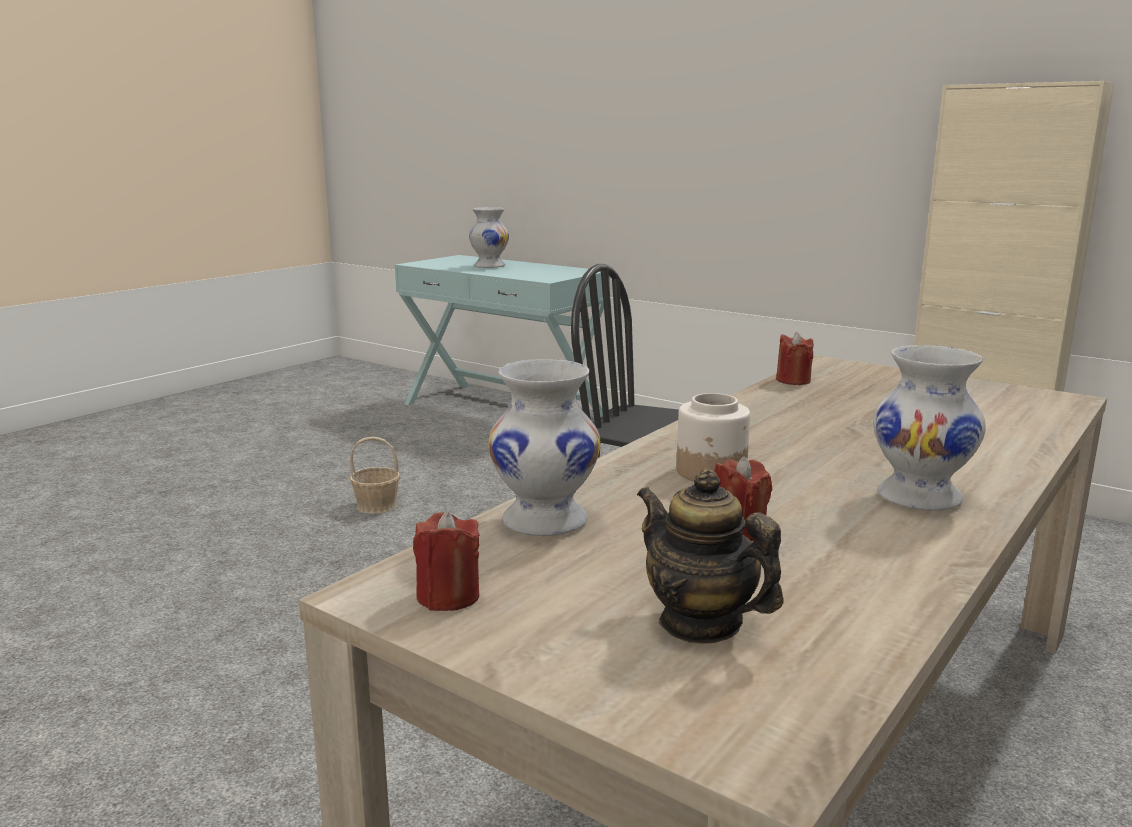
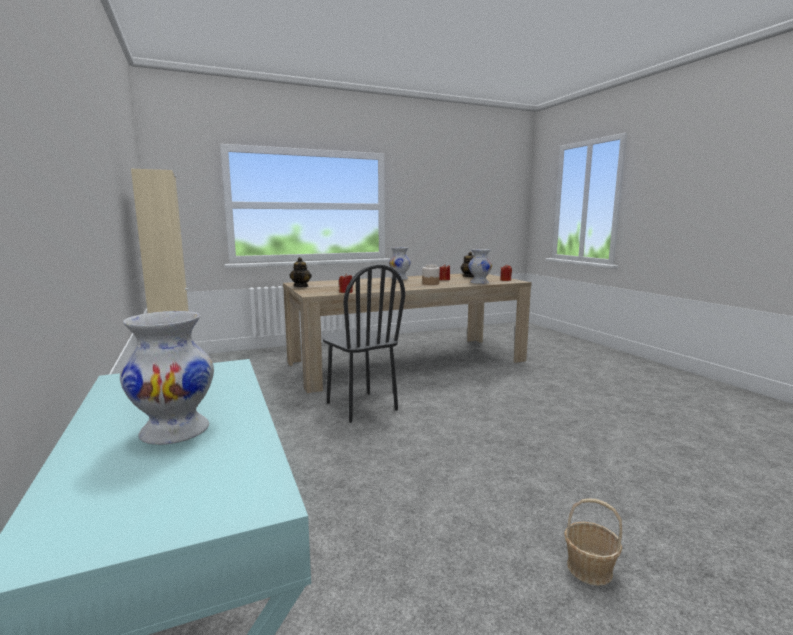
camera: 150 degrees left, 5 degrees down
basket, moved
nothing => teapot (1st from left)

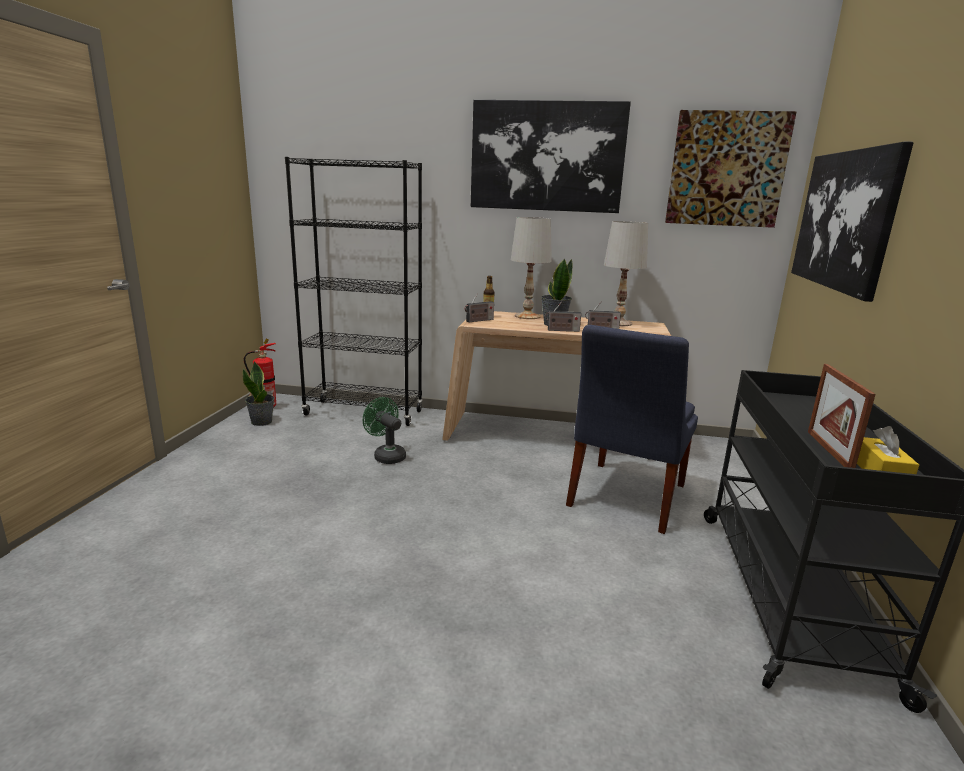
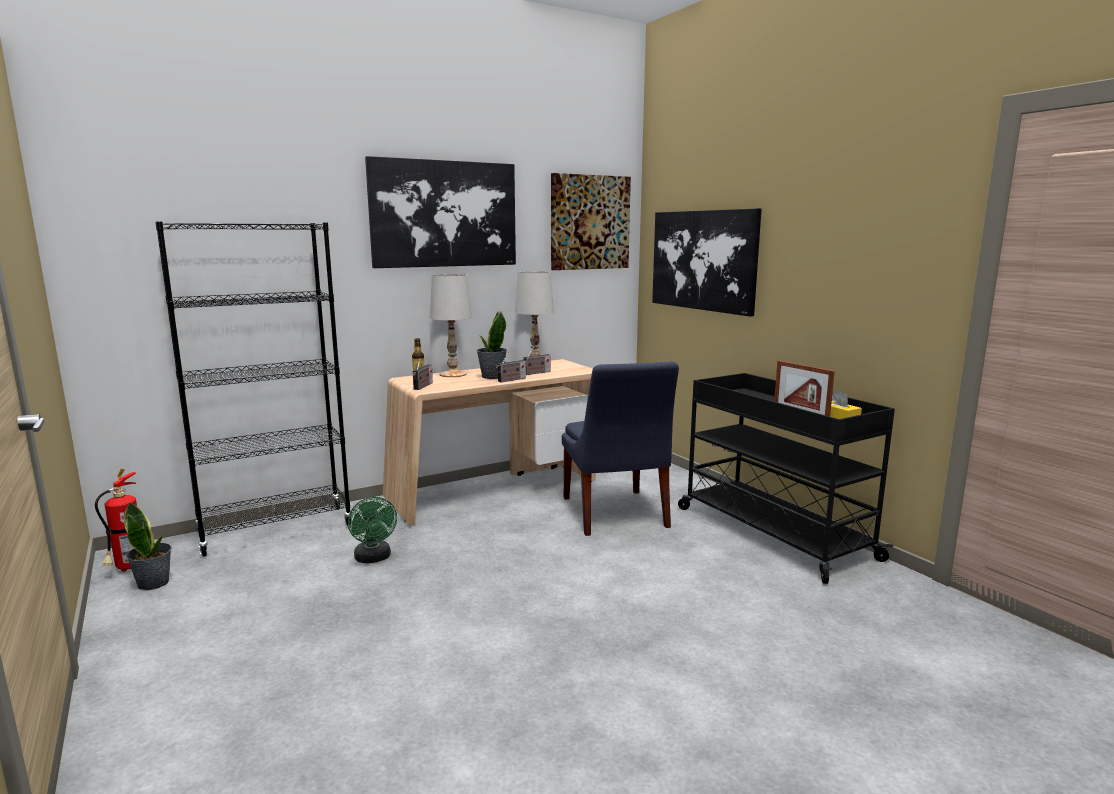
camera: 40 degrees left, 5 degrees down
fan in green, 120 degrees counterclockwise

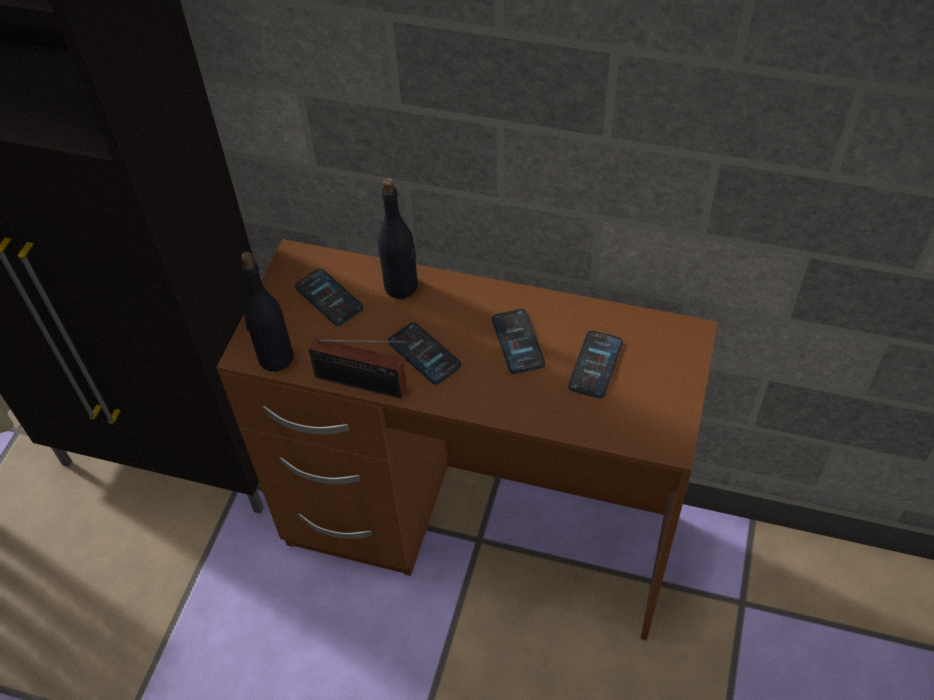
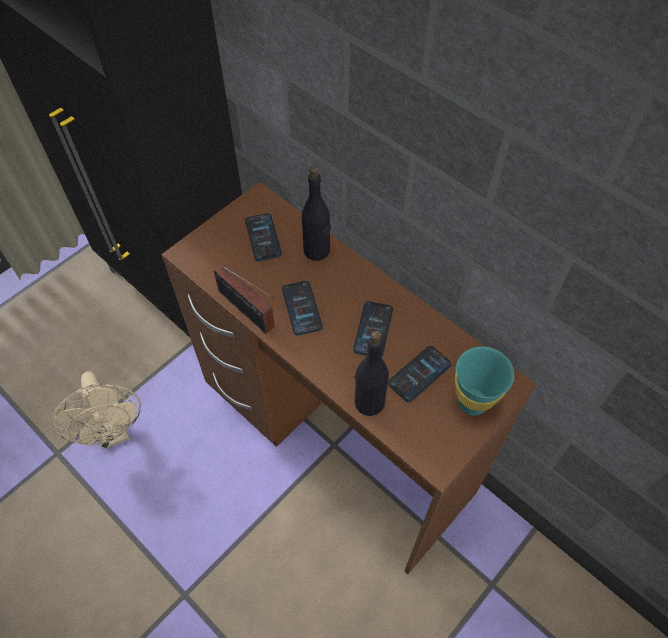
camera: 25 degrees right, 5 degrees up
bottle in black (1st from left in the first image) => bottle in black (2nd from left), moved
nothing => fan in beige
nothing => cup in turquoise

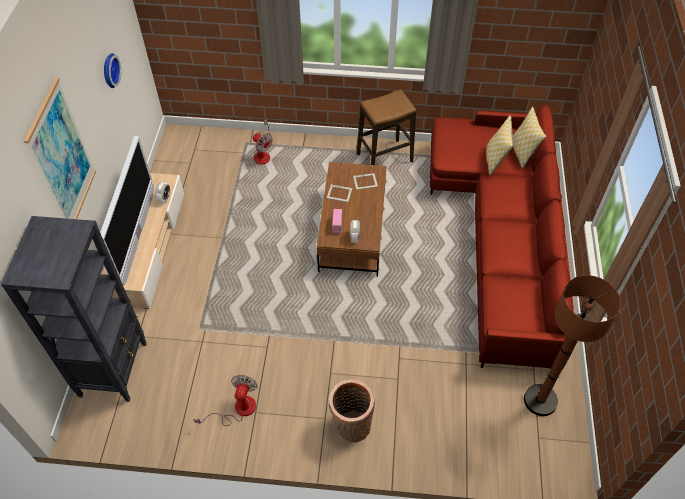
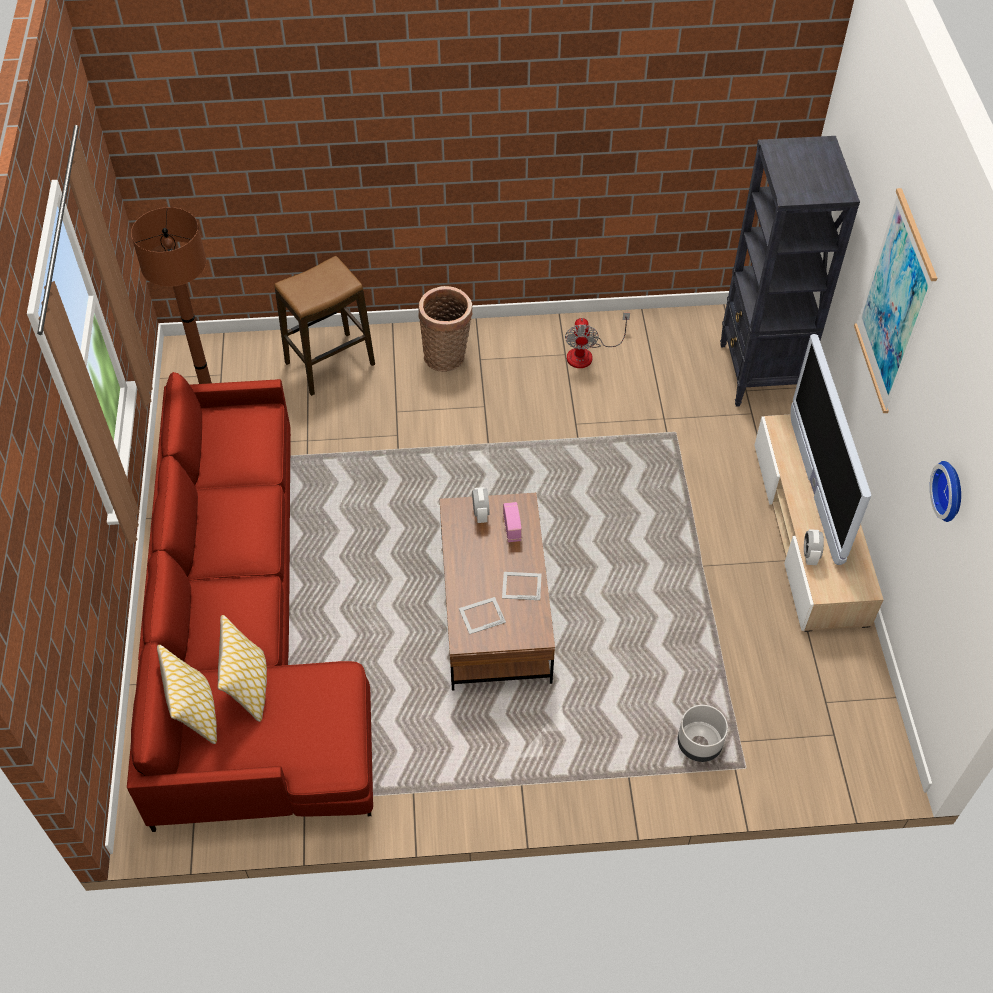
camera: 170 degrees right, 0 degrees up
fan (2nd from left) => planter in grey
stool, moved

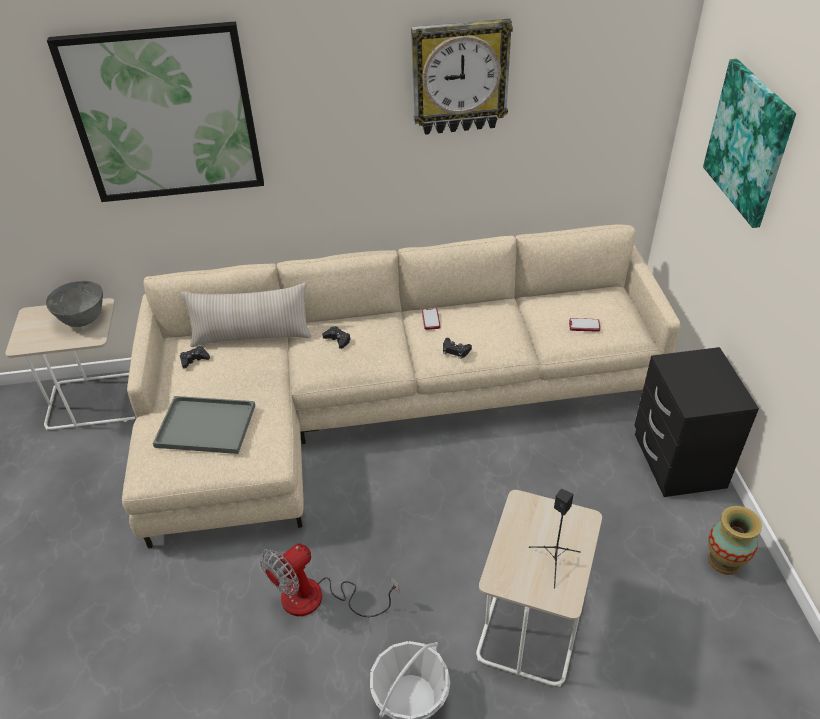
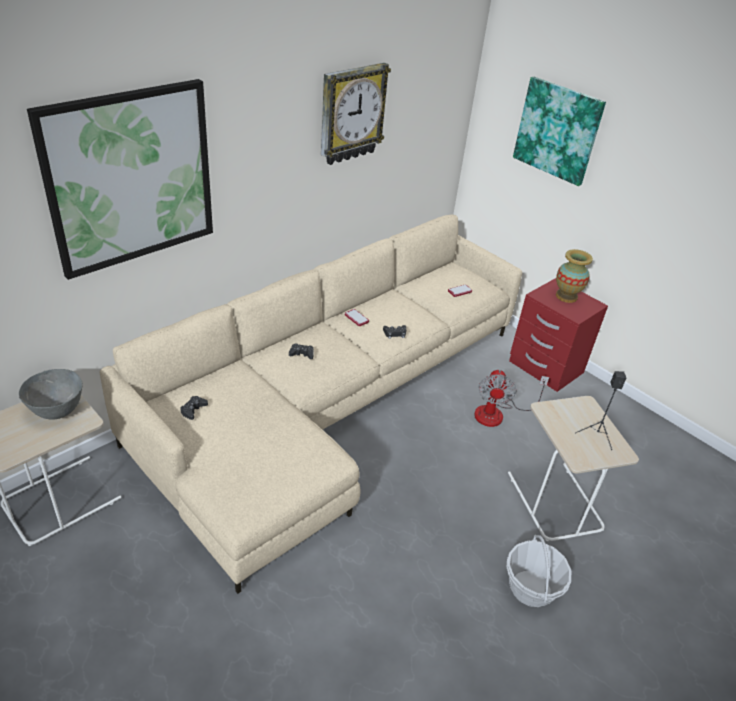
camera: 40 degrees left, 5 degrees down
tray in grey => nothing
pillow in beige => nothing
fan, moved
nightstand in black => nightstand in red
vase, moved

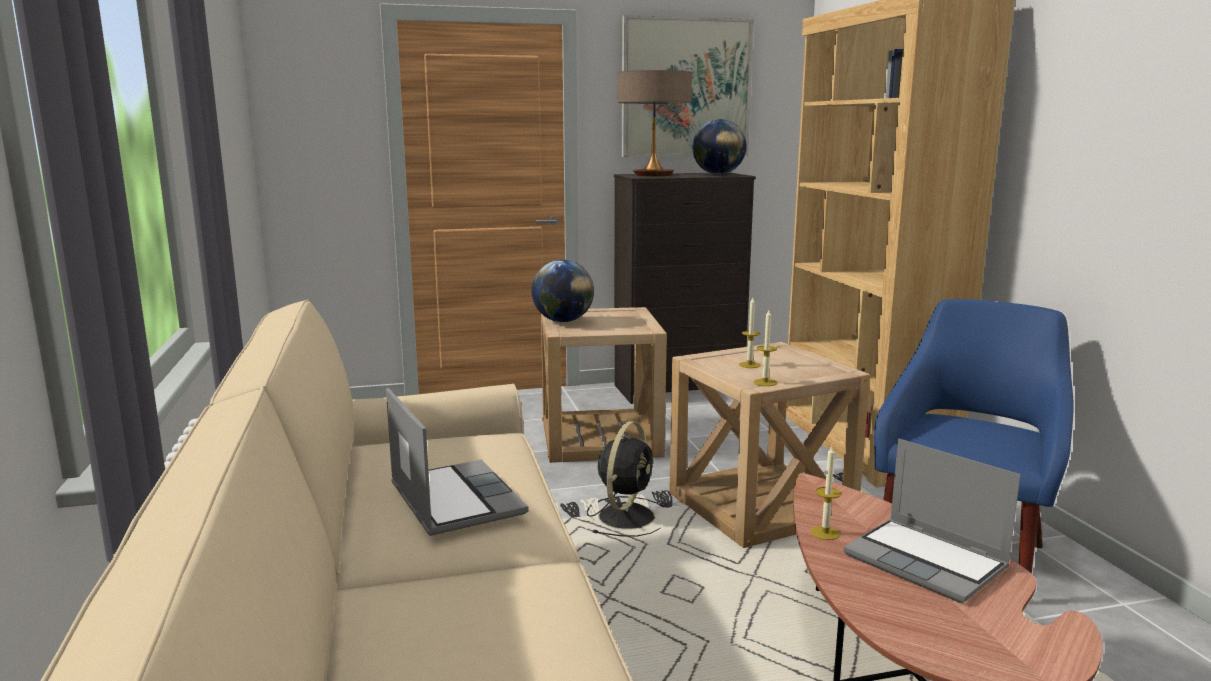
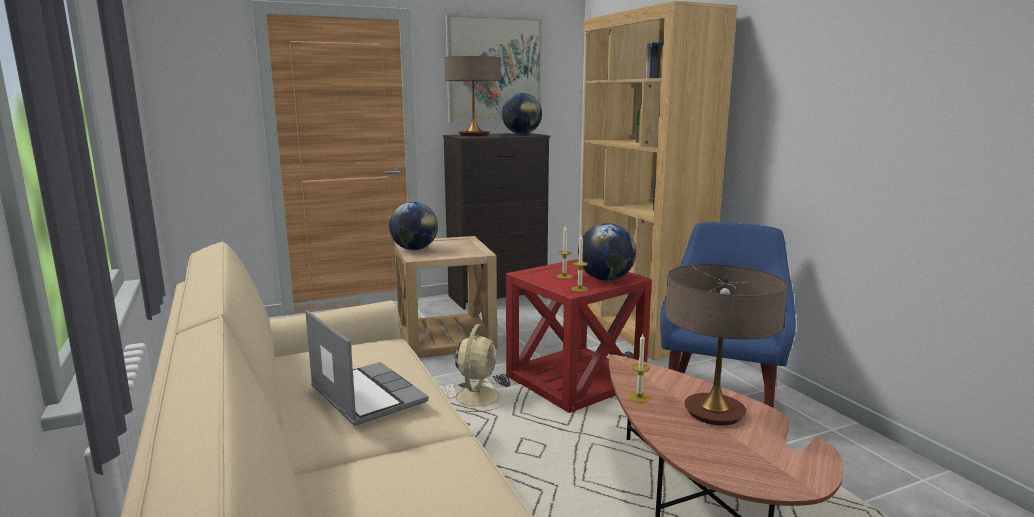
camera: 10 degrees left, 0 degrees up
fan in black => fan in beige
side table in beige (2nd from left) => side table in red
laptop (2nd from left) => table lamp (2nd from left)
nothing => globe (3rd from left)

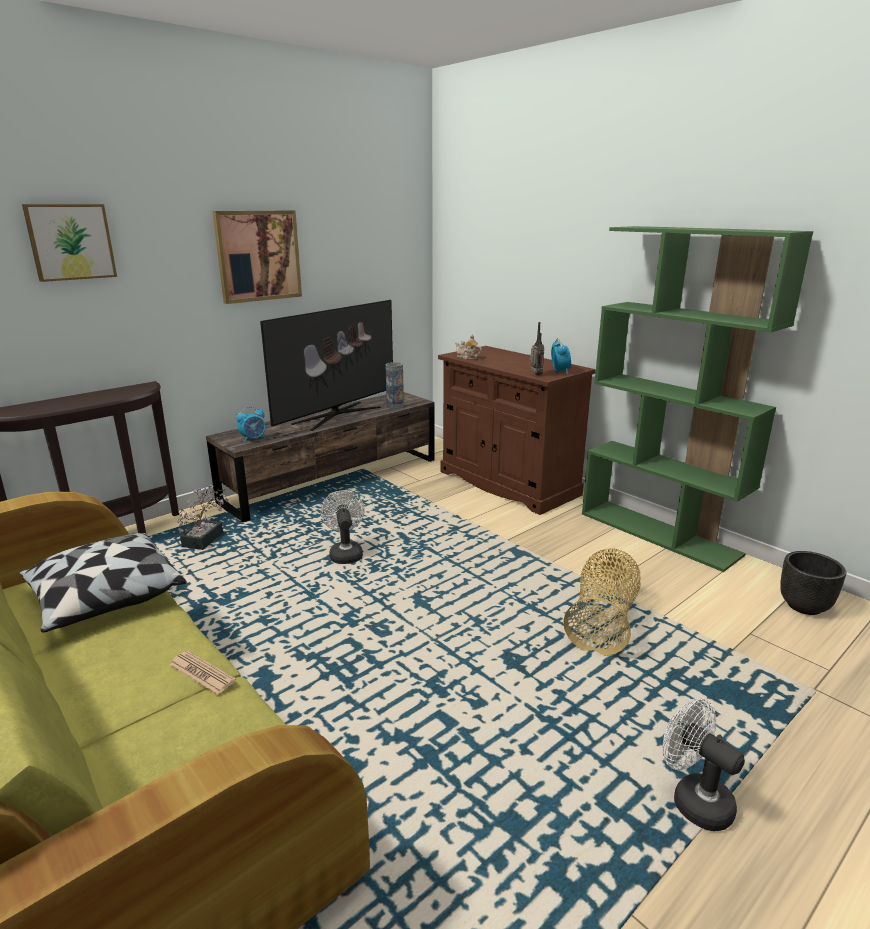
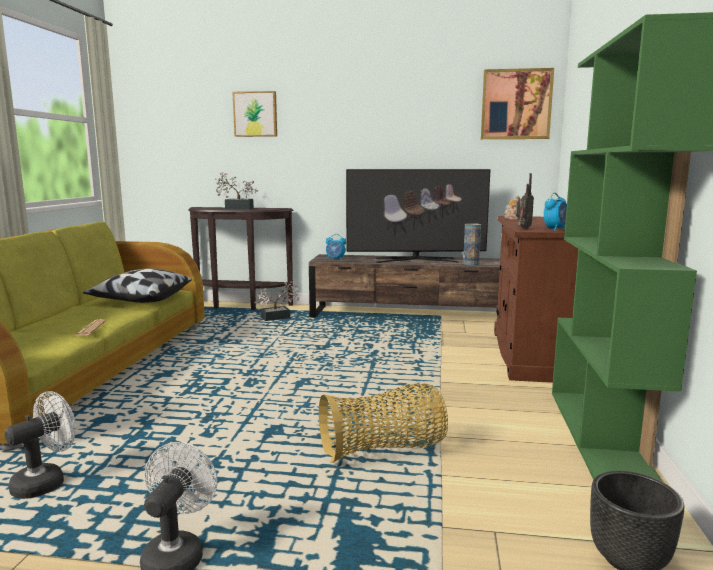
camera: 50 degrees right, 10 degrees down
picture (2nd from left), moved
fan in white (1st from left), moved
nothing => potted plant (1st from left)

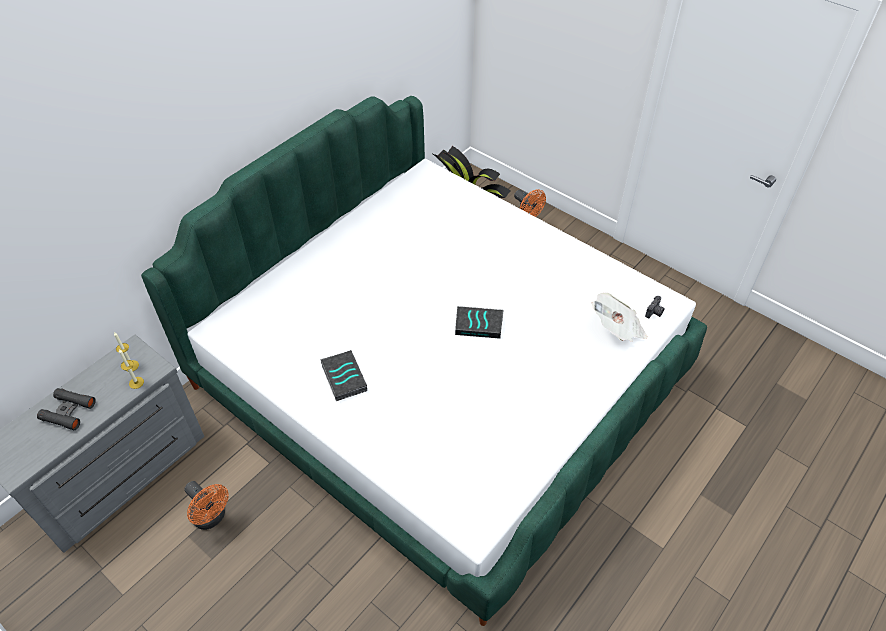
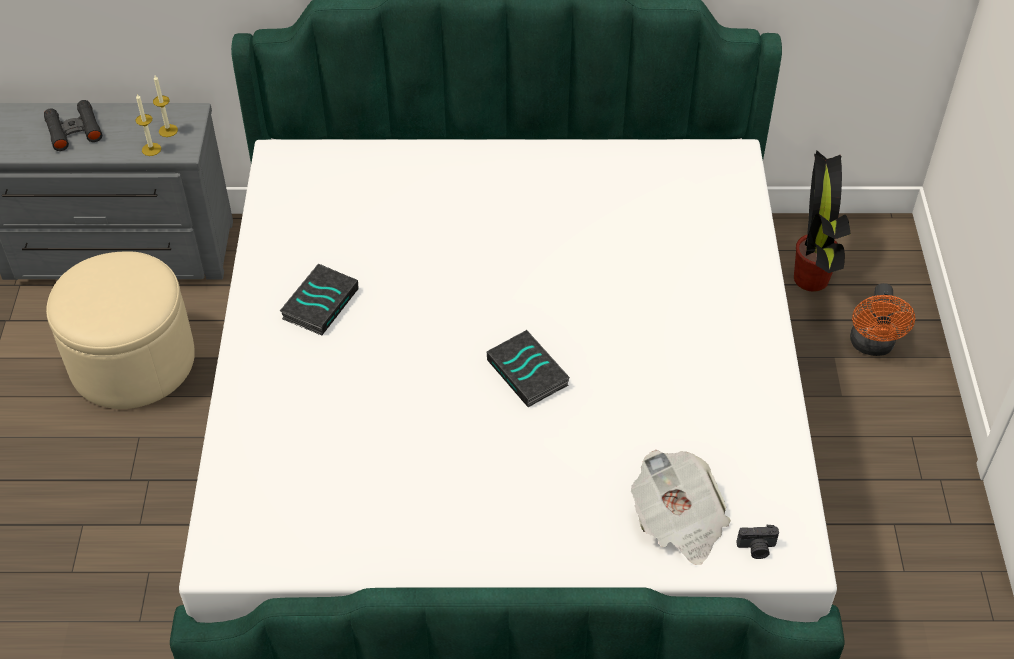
camera: 50 degrees right, 0 degrees up
fan in orange (1st from left) => ottoman in beige

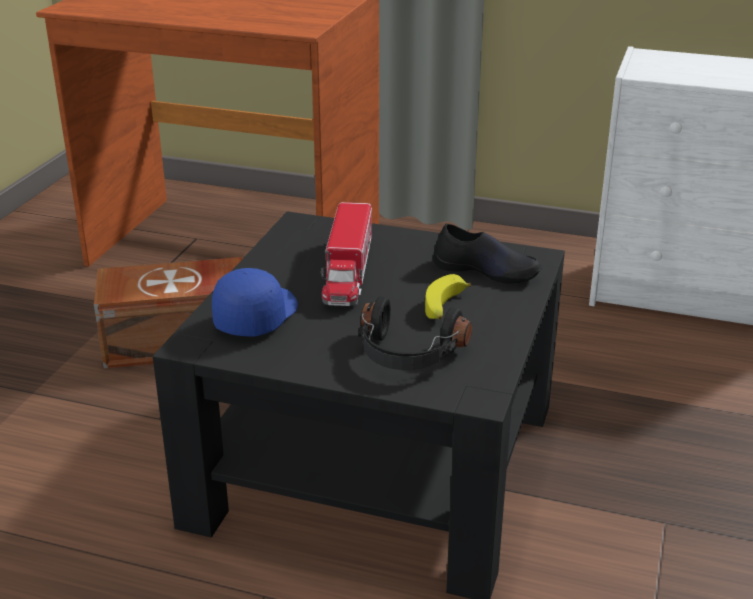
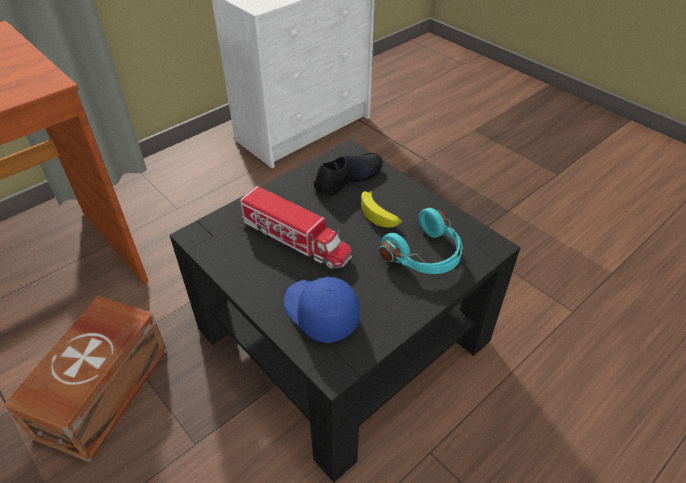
camera: 60 degrees left, 15 degrees up
headphones in black => headphones in turquoise

